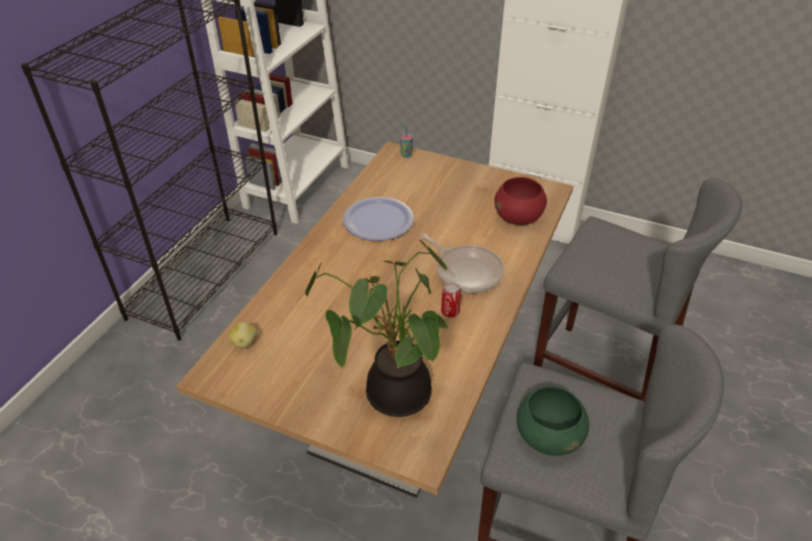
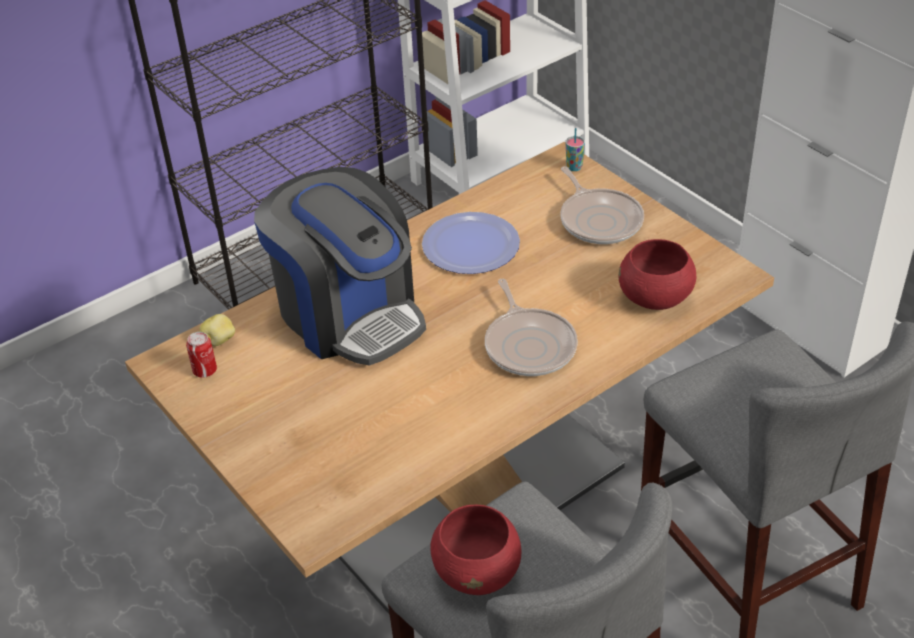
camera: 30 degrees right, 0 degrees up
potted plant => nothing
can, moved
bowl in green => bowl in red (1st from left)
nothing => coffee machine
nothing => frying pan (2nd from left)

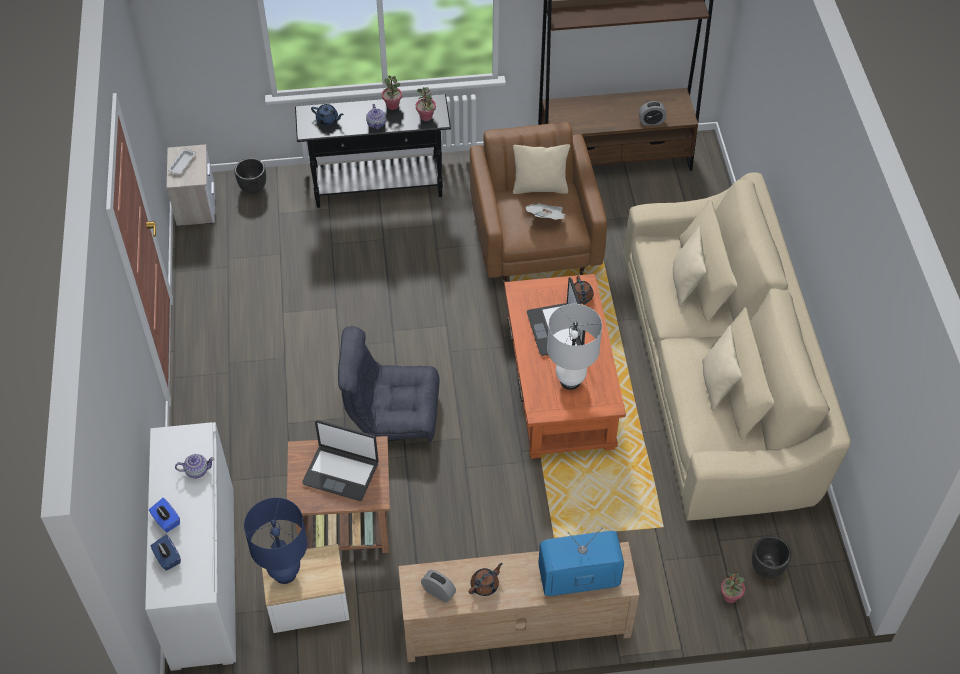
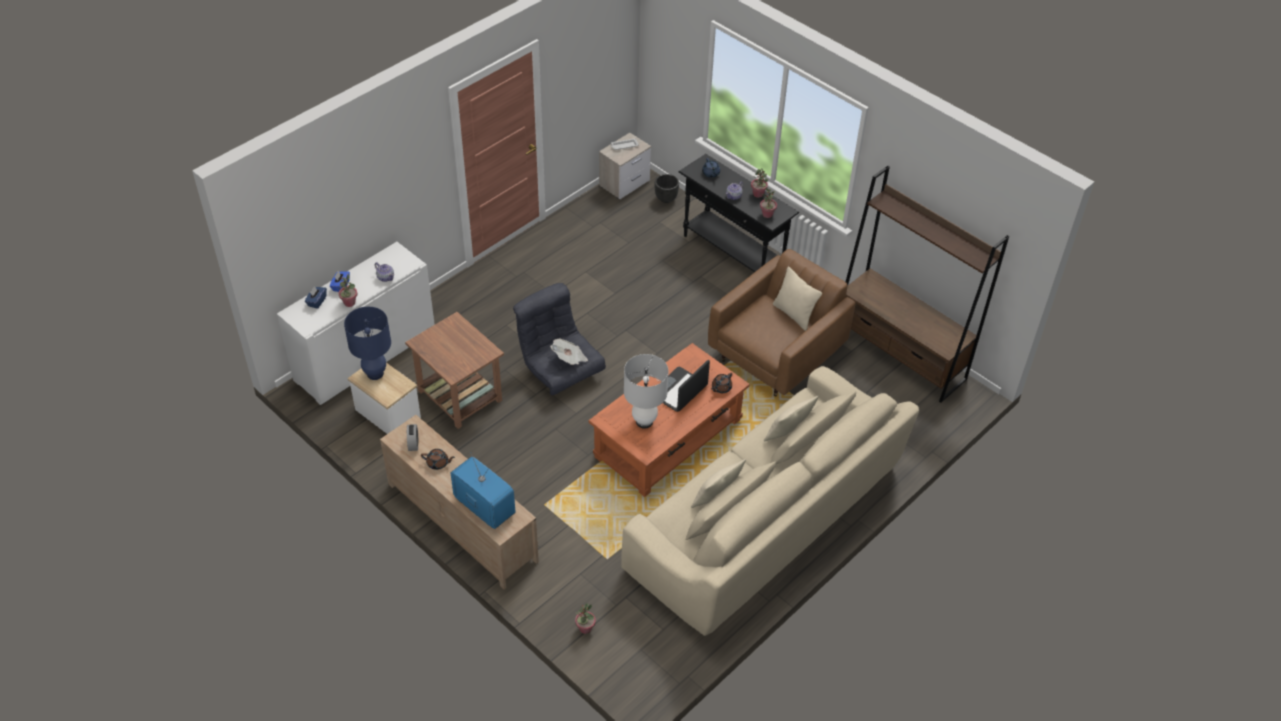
camera: 50 degrees right, 5 degrees down
laptop (1st from left) => nothing
newspaper, moved
alarm clock (2nd from left) => nothing
planter in black (2nd from left) => nothing
nothing => potted plant (1st from left)

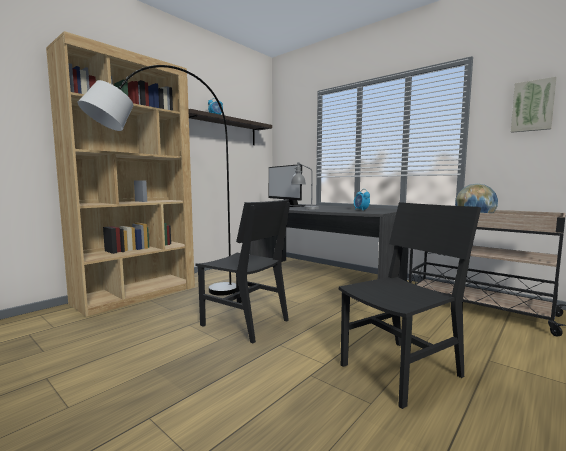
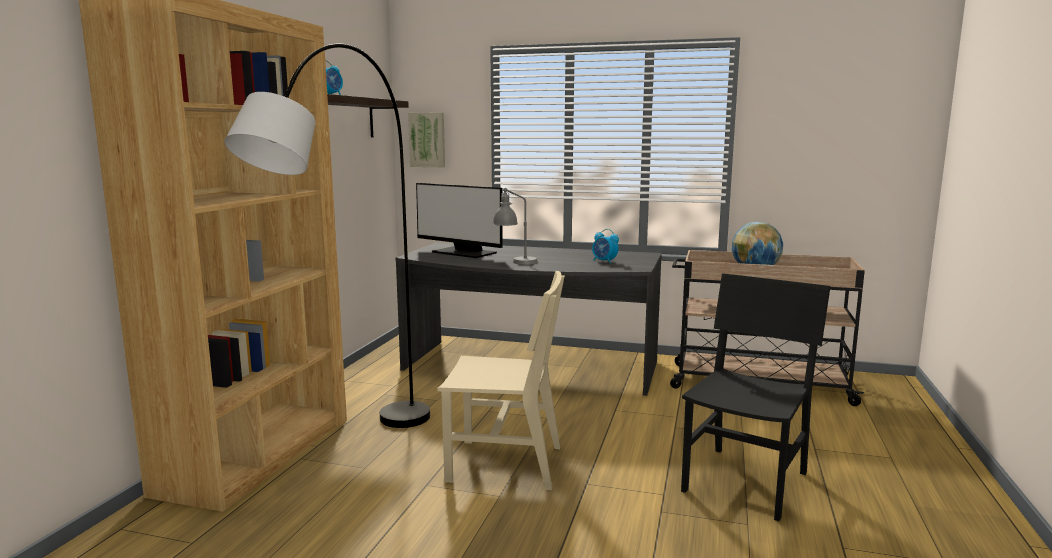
camera: 25 degrees left, 5 degrees up
chair in black (1st from left) => chair in beige
picture, moved

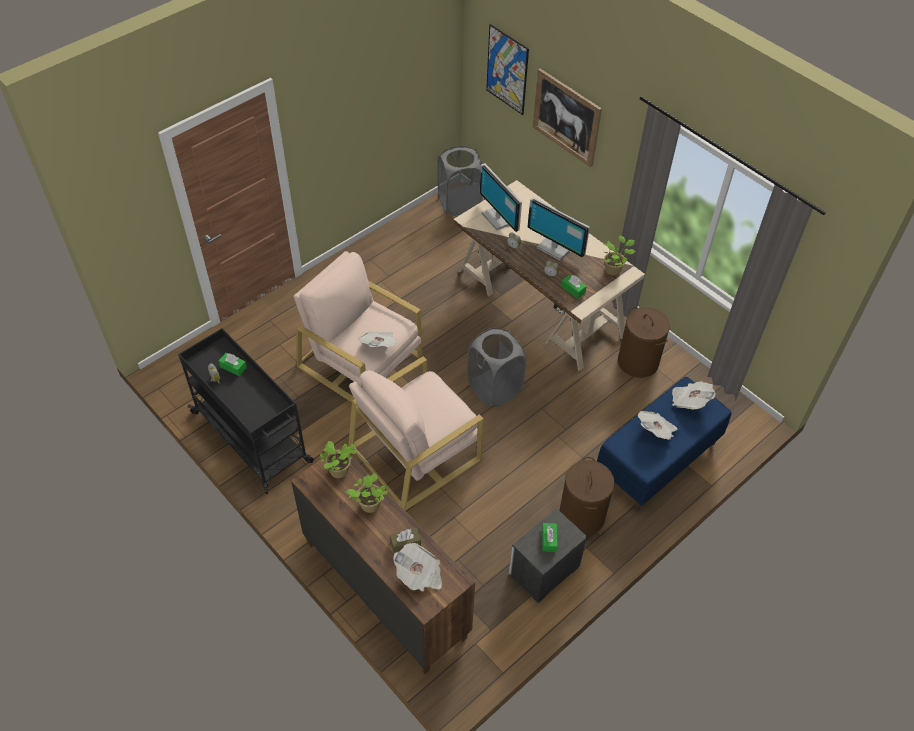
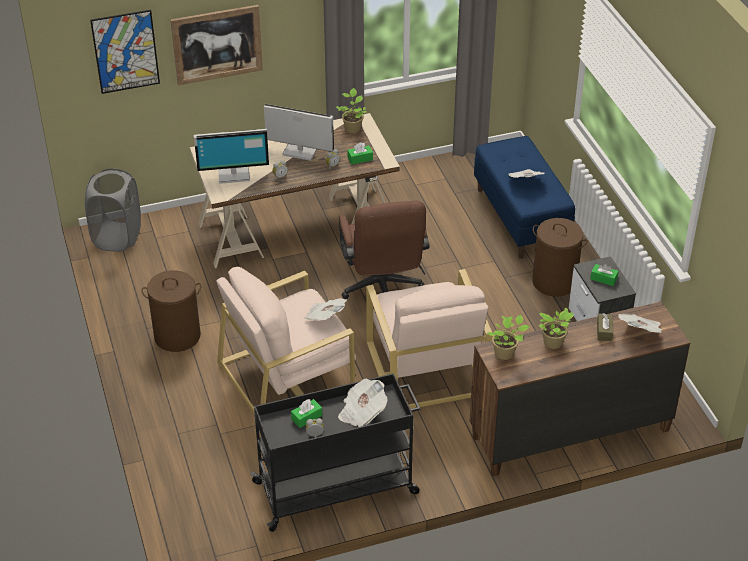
camera: 65 degrees left, 10 degrees down
laundry basket in grey (2nd from left) => office chair in brown
monitor (2nd from left), 135 degrees counterclockwise
laundry basket in brown (2nd from left in the first image) => laundry basket in brown (1st from left), moved
newspaper (4th from left in the first image) => newspaper (2nd from left), moved

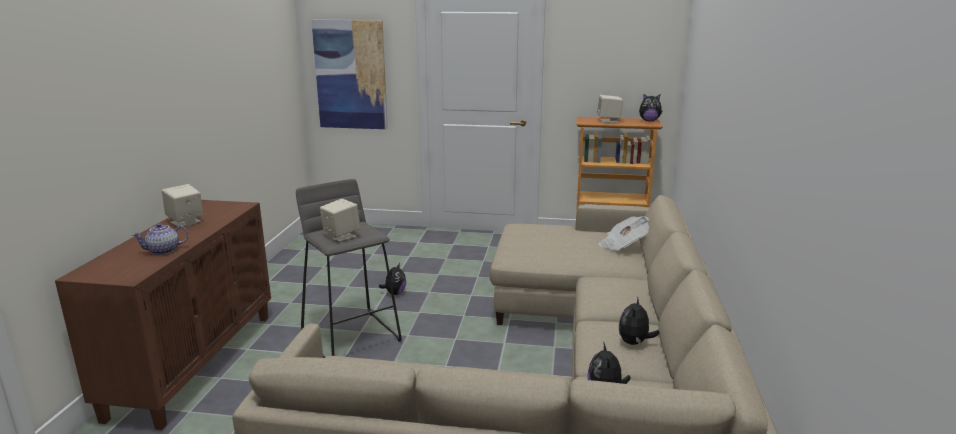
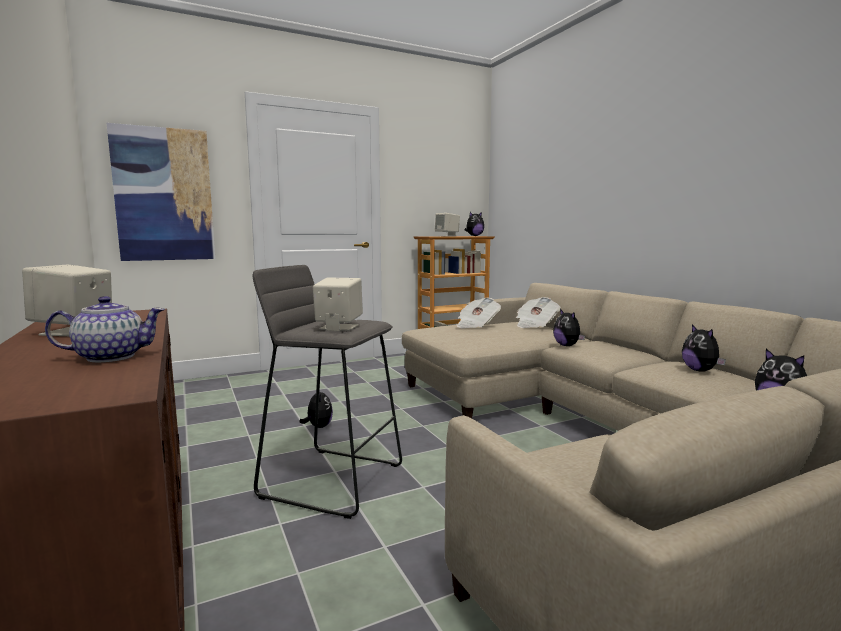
camera: 35 degrees left, 10 degrees down
teapot, 135 degrees counterclockwise
nothing => newspaper (1st from left)
nothing => plush toy (3rd from left)

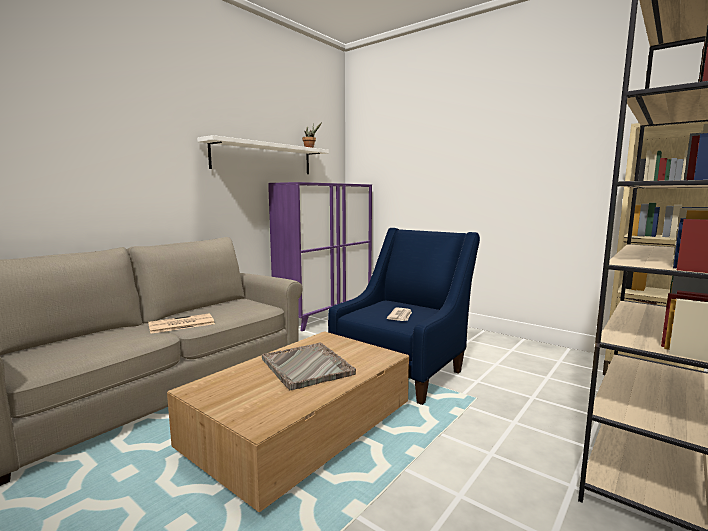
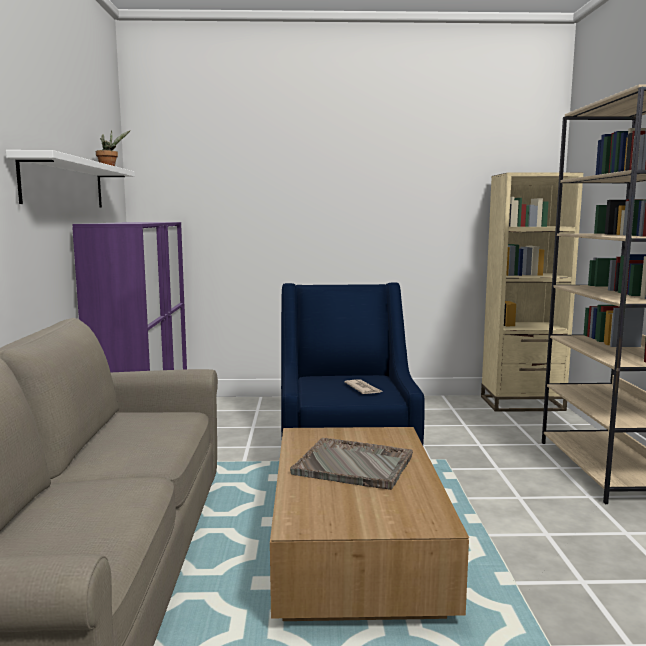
camera: 40 degrees left, 0 degrees up
newspaper (1st from left) => nothing

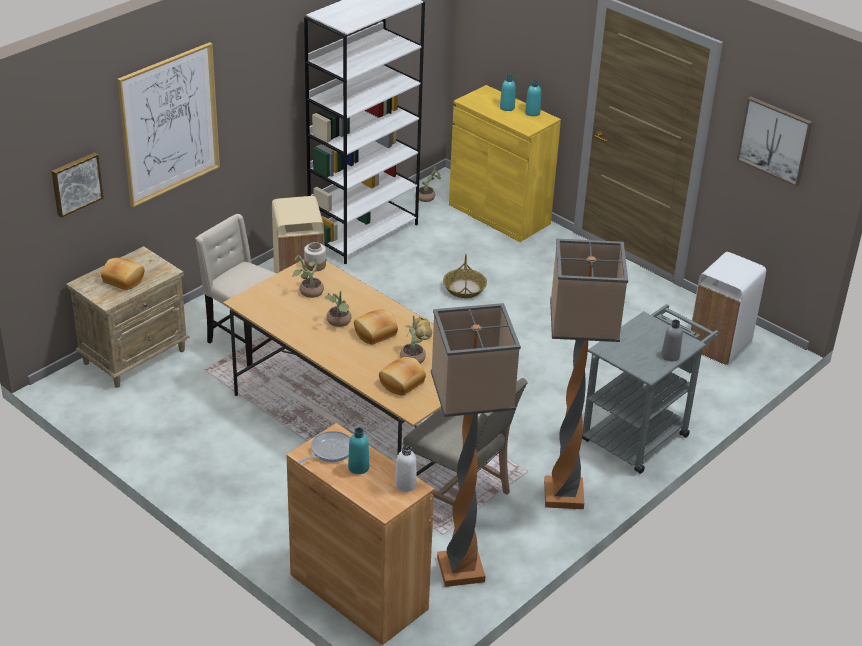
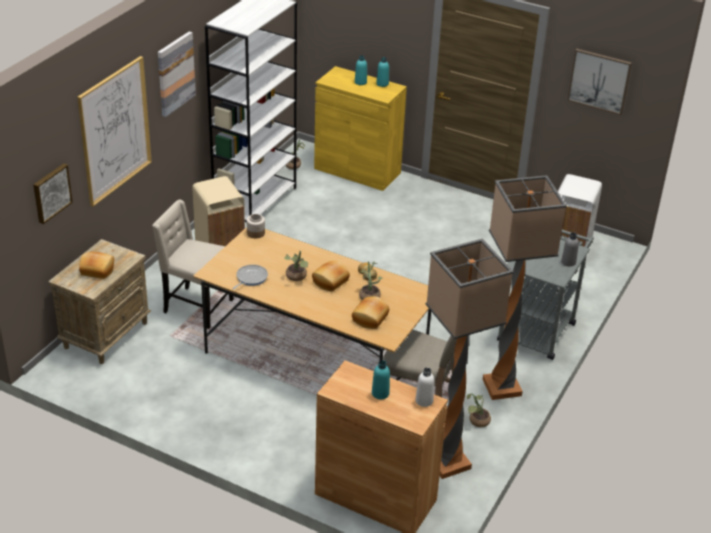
camera: 15 degrees left, 0 degrees up
potted plant (1st from left in the first image) => potted plant (4th from left), moved
frying pan, moved
basket => nothing
nothing => picture (3rd from left)

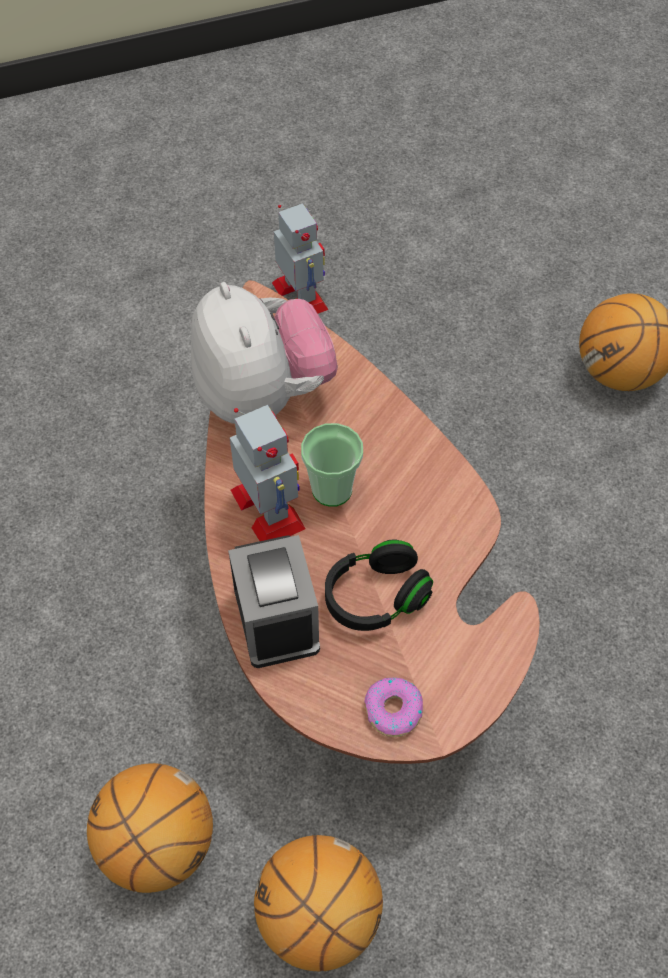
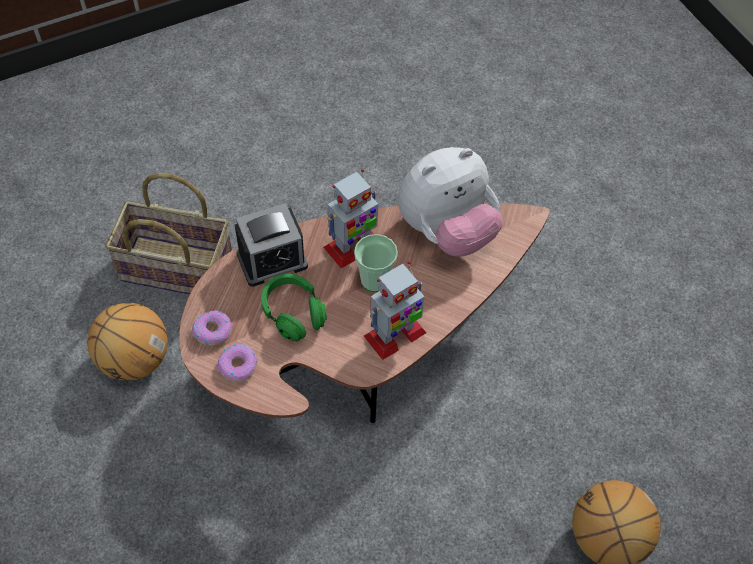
camera: 80 degrees right, 0 degrees up
basketball (1st from left) => basket
toy robot (2nd from left), moved
headphones in black => headphones in green
nothing => donut (2nd from left)

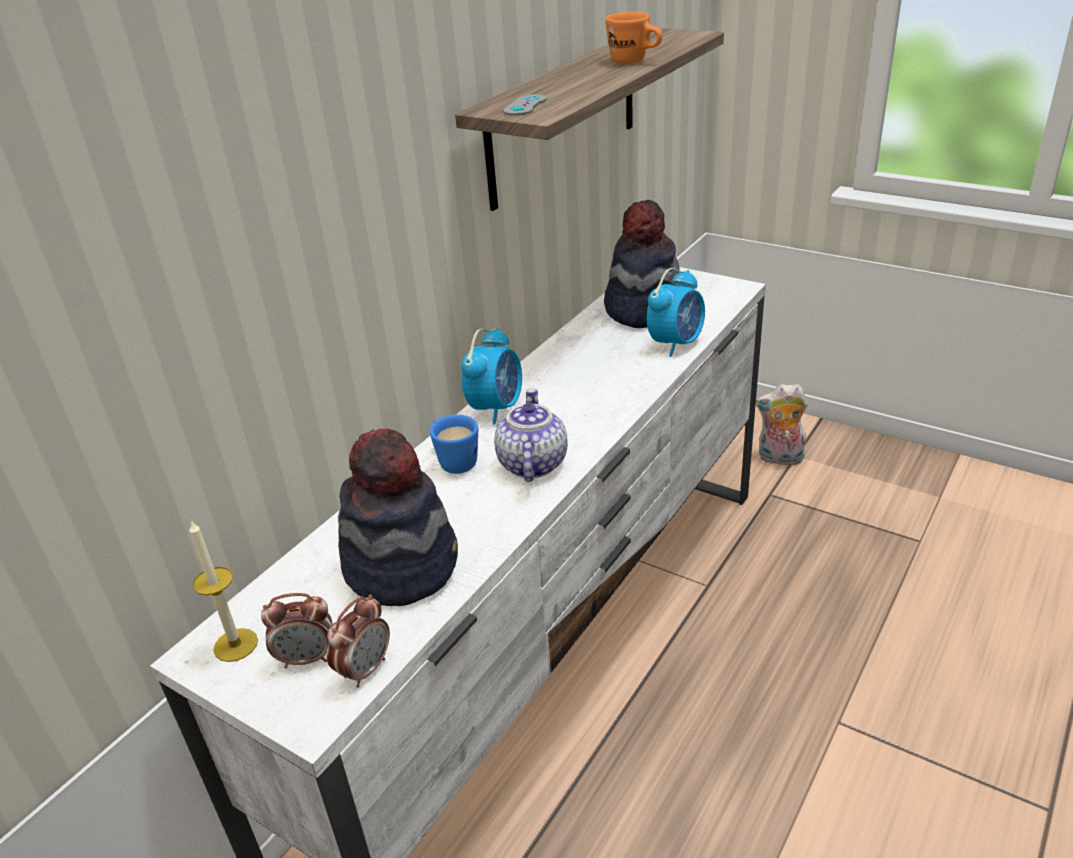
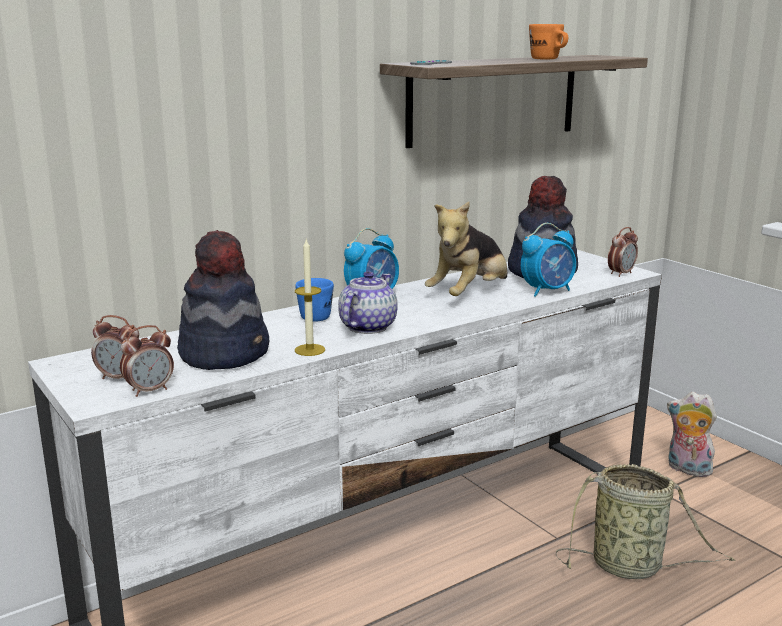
camera: 20 degrees right, 15 degrees down
candle, moved
nothing => plush toy (1st from left)
nothing => basket
nothing => alarm clock (5th from left)

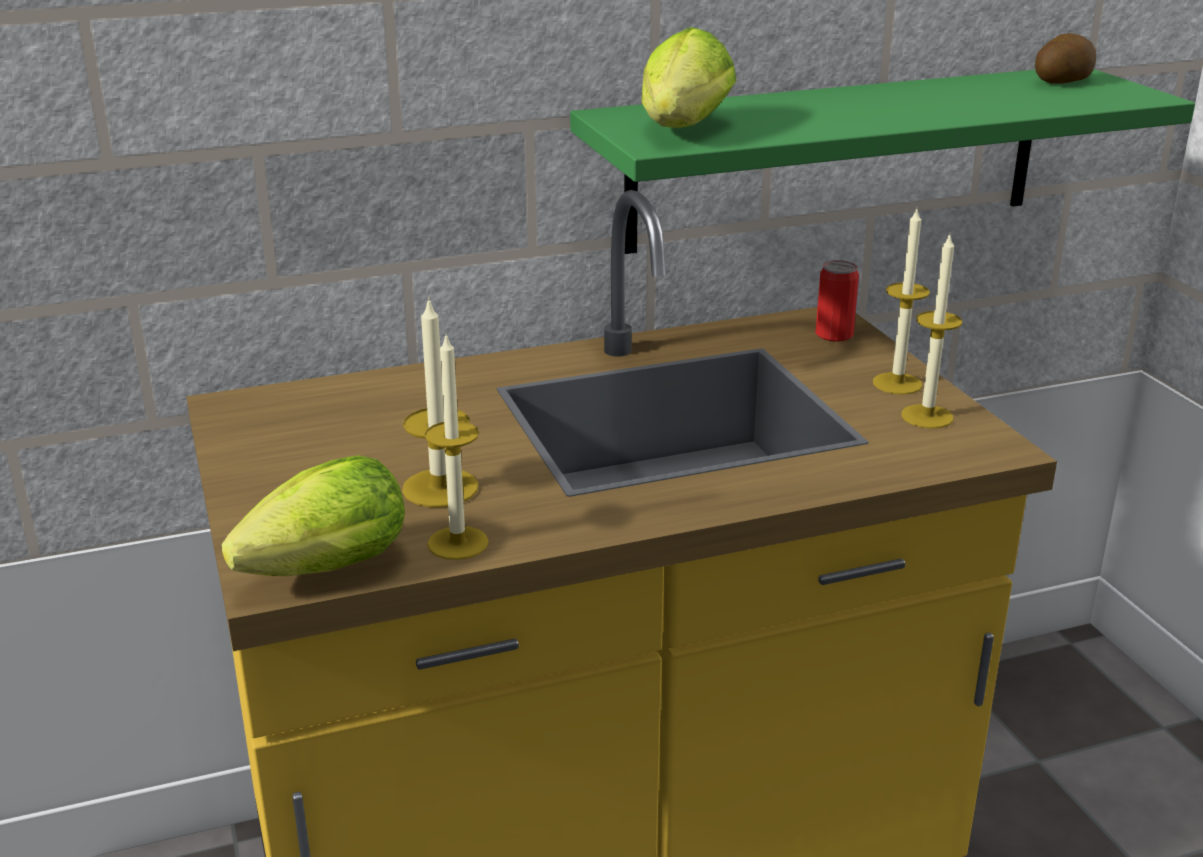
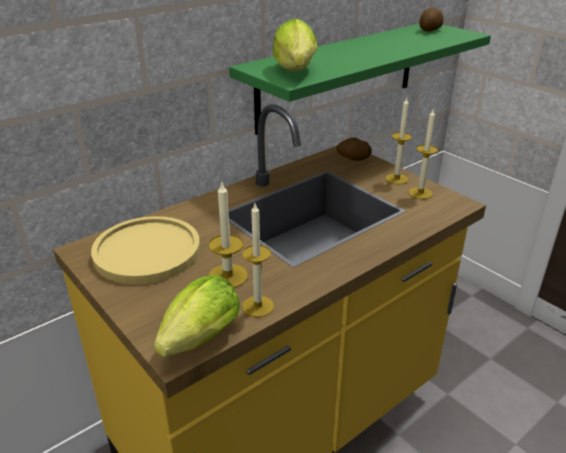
camera: 20 degrees left, 5 degrees up
can => potato (1st from left)
nothing => plate in yellow

